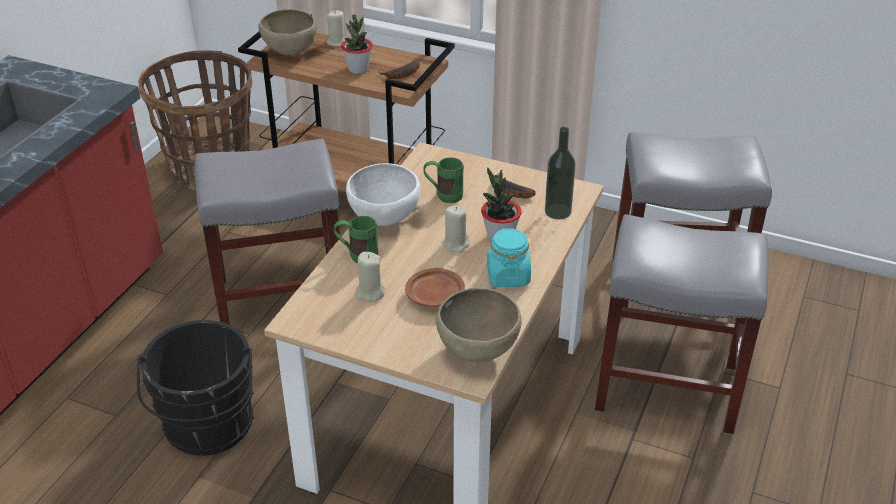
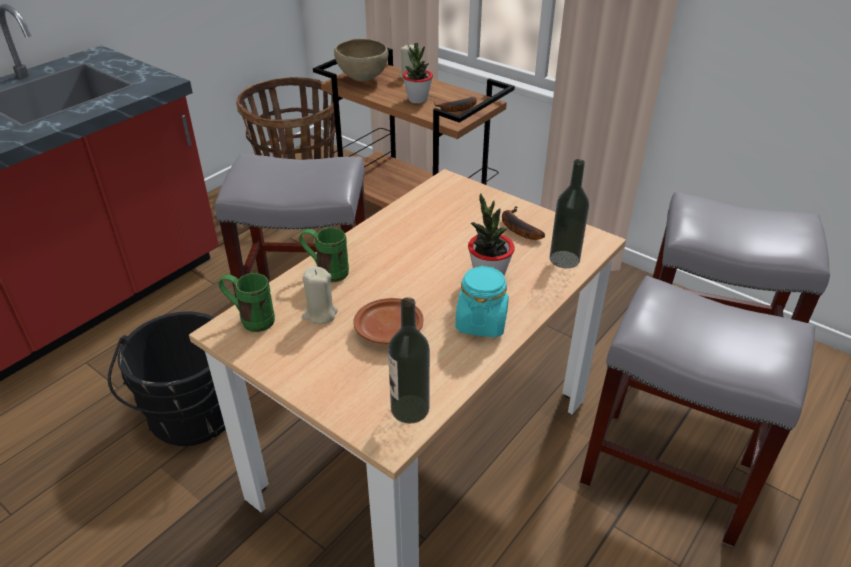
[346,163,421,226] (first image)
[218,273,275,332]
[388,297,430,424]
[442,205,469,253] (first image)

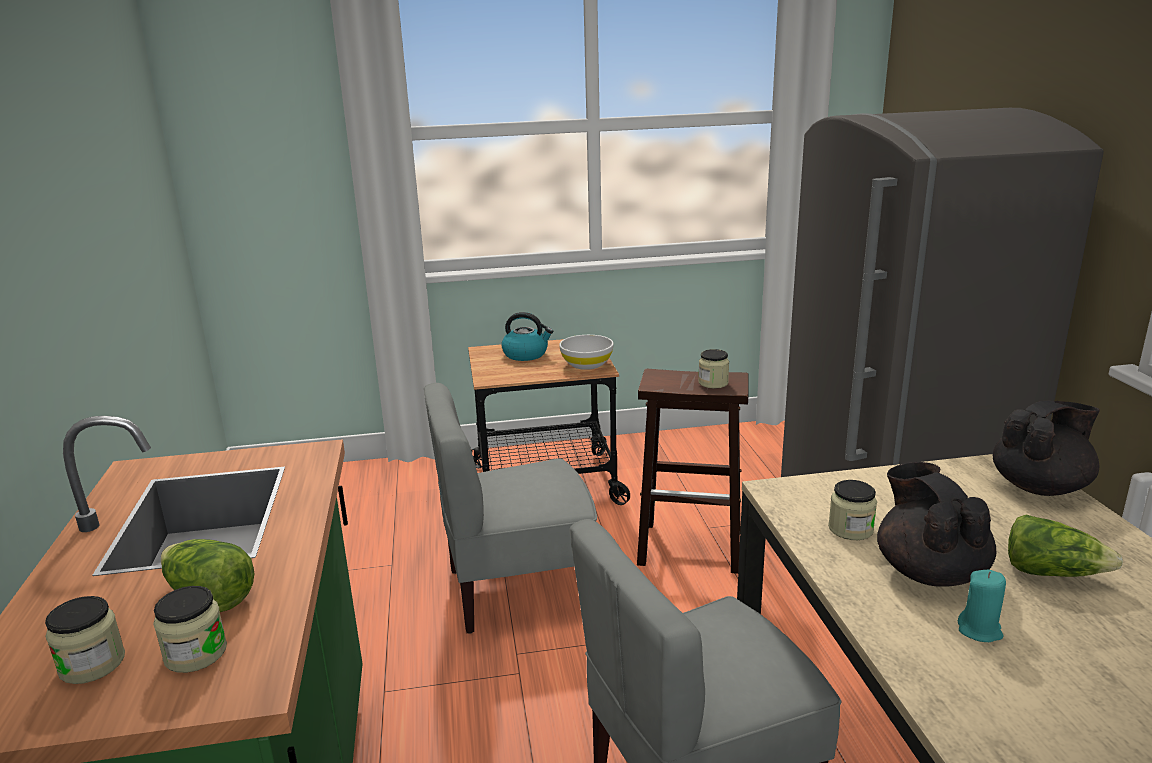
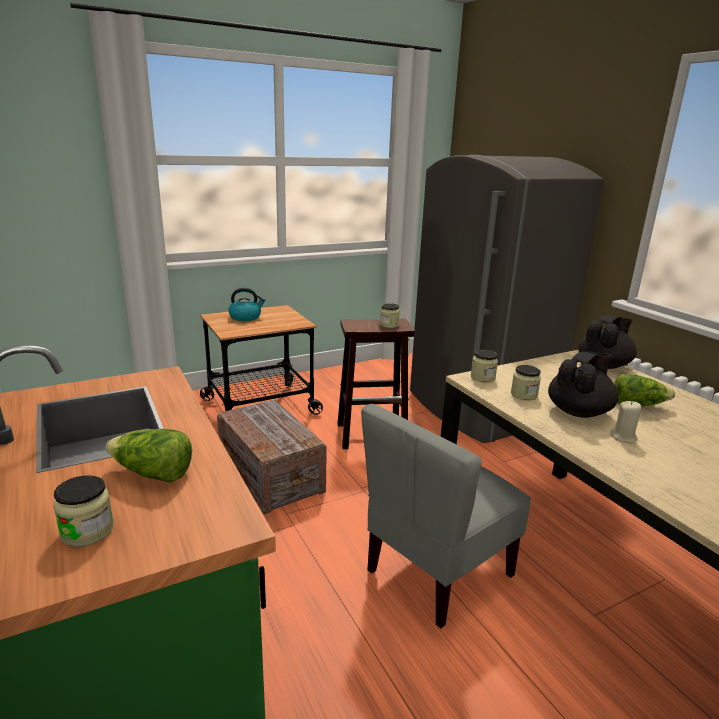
[471,349,498,382]
[217,399,327,515]
[559,335,614,370] (first image)
[548,351,618,418]
[610,401,641,443]

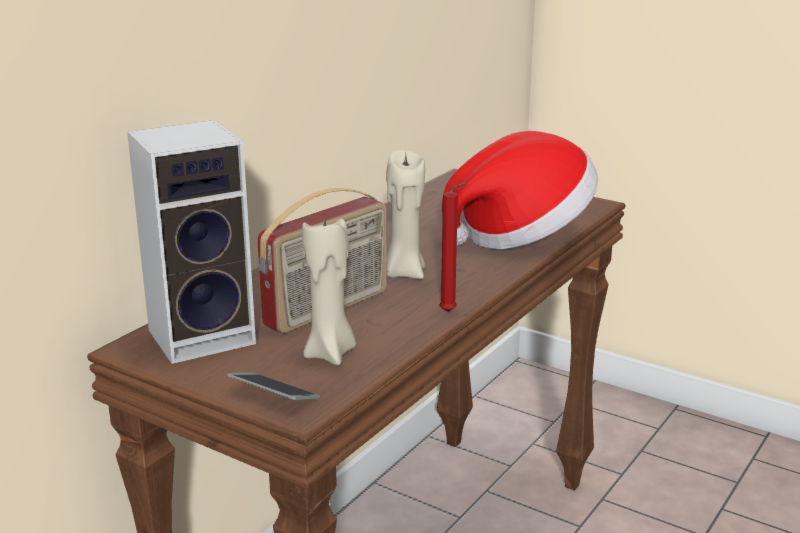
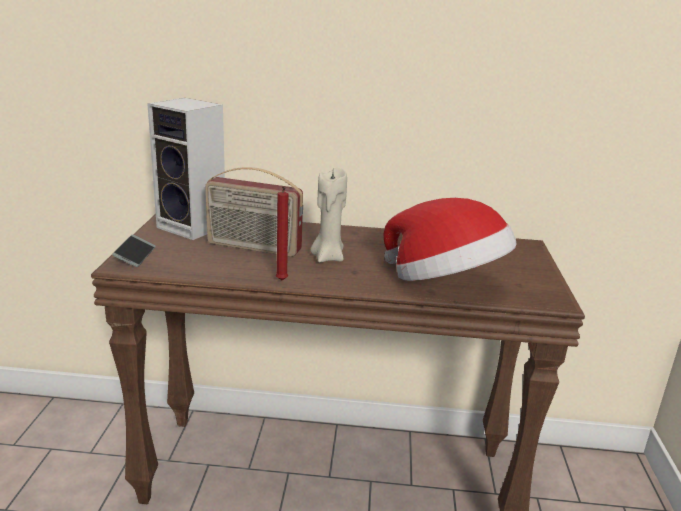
[302,213,356,365] (first image)

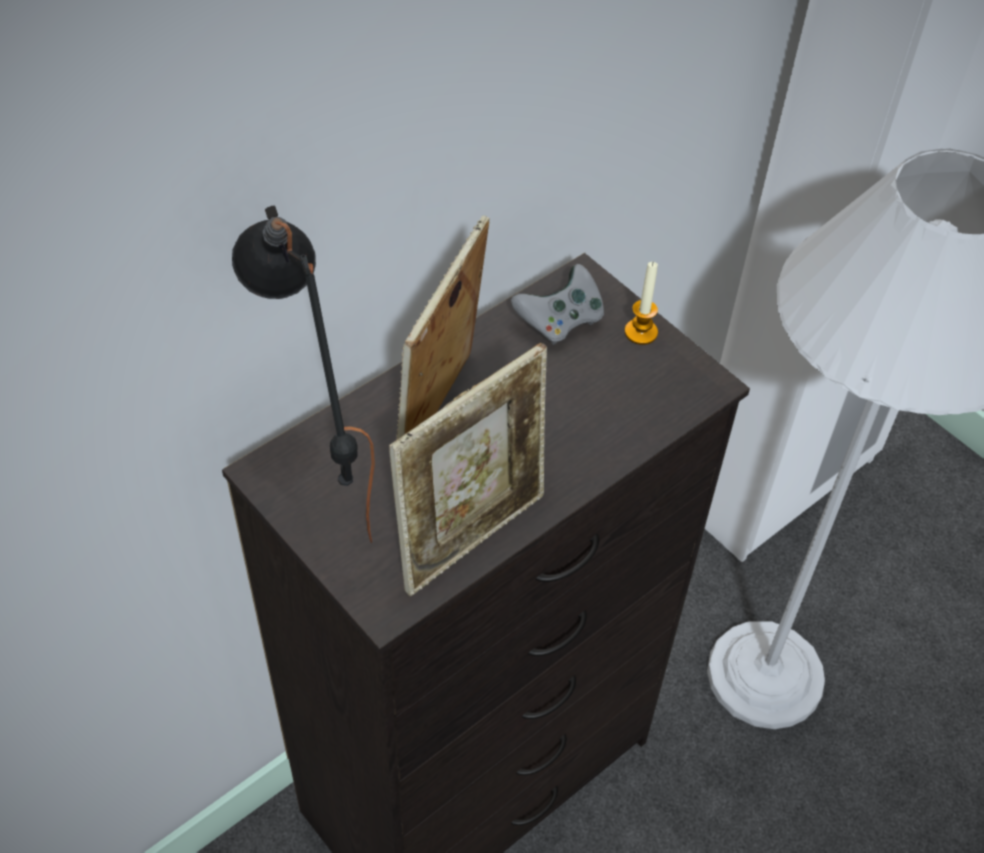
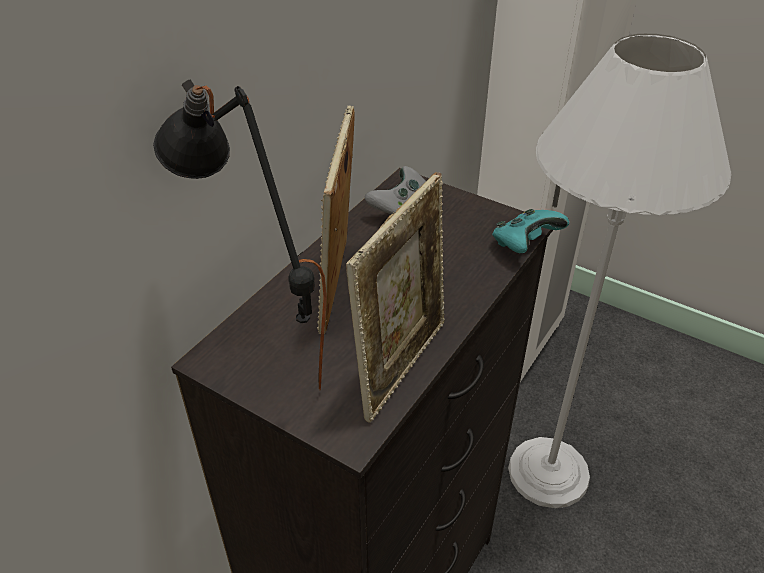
[625,262,658,345] (first image)
[492,209,569,253]

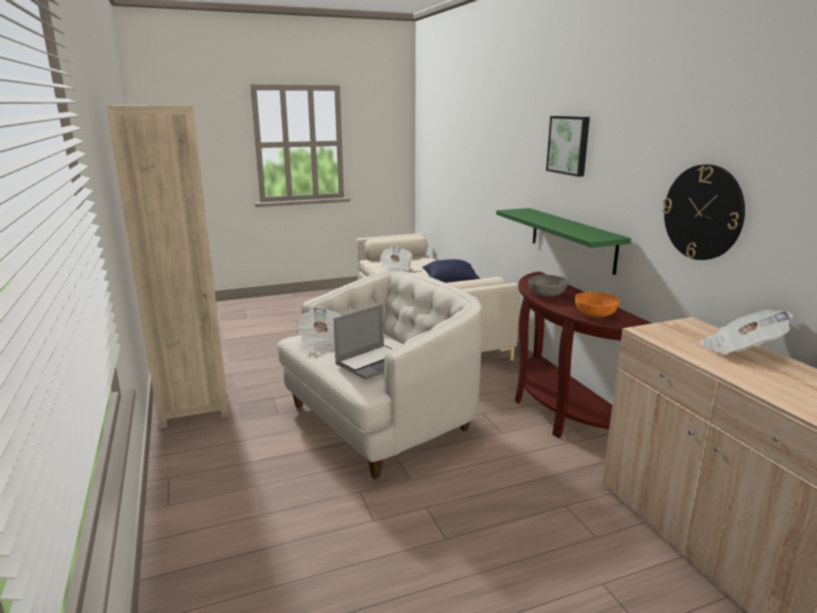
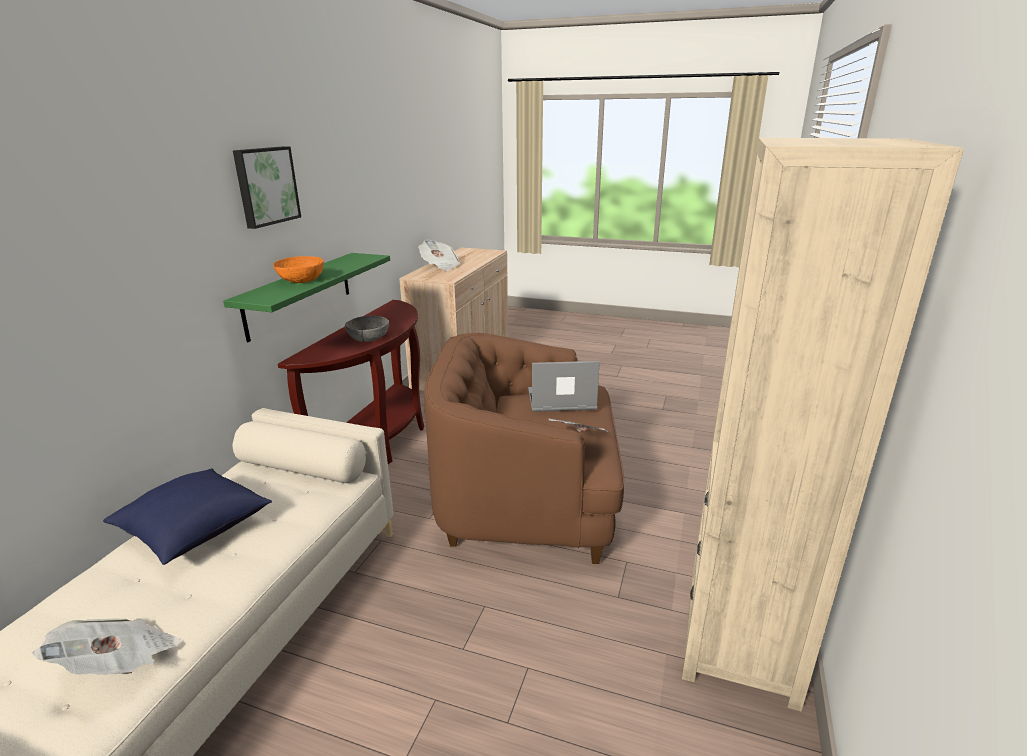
[424,333,624,564]
[273,256,324,283]
[662,164,745,260] (first image)

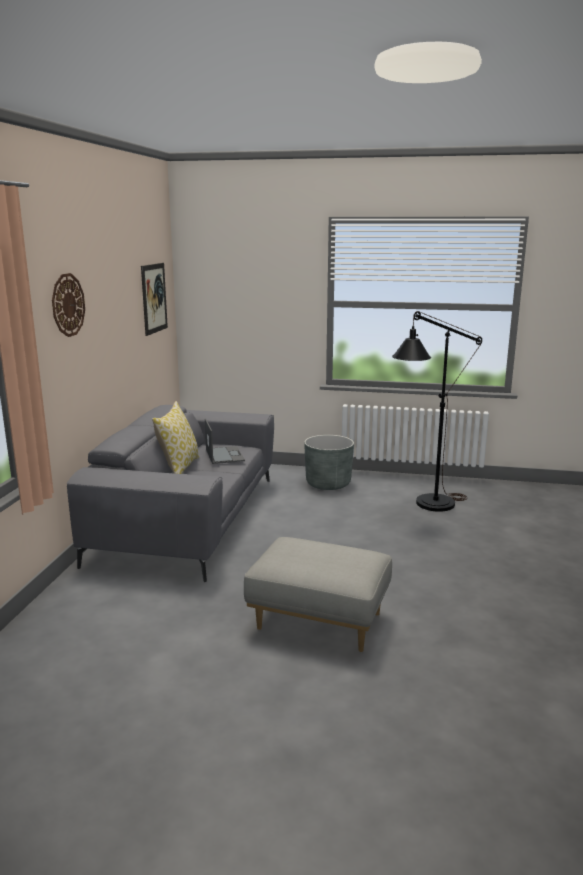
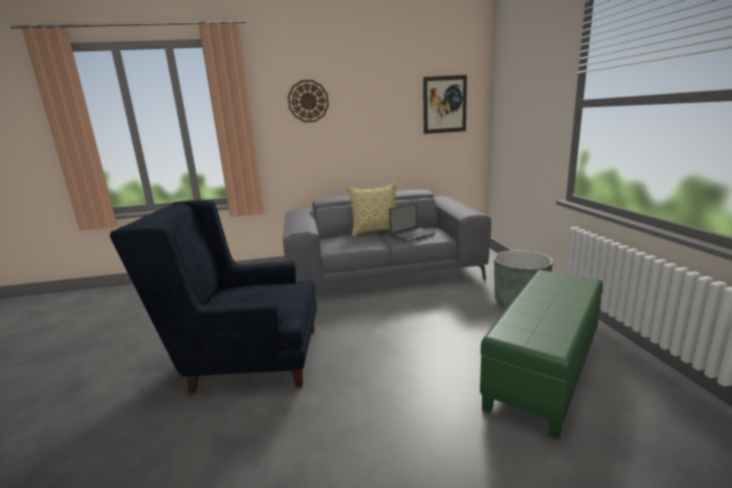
[110,200,317,393]
[480,270,603,439]

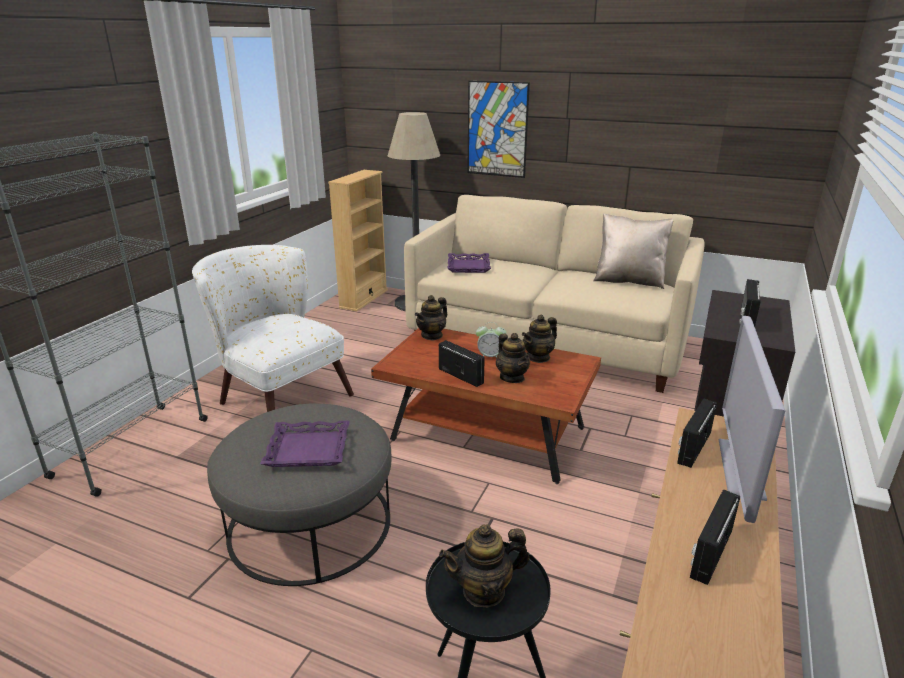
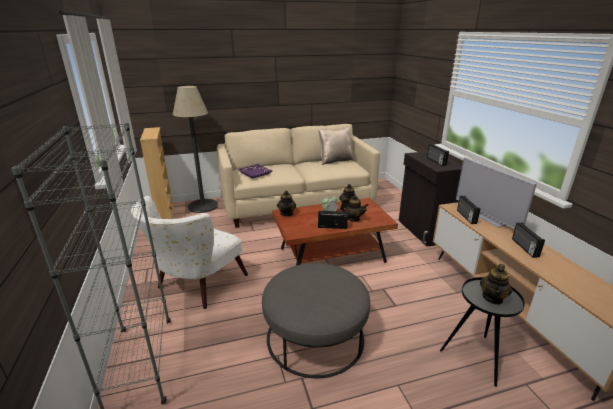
[131,196,248,309]
[260,421,350,467] (first image)
[467,81,530,178] (first image)

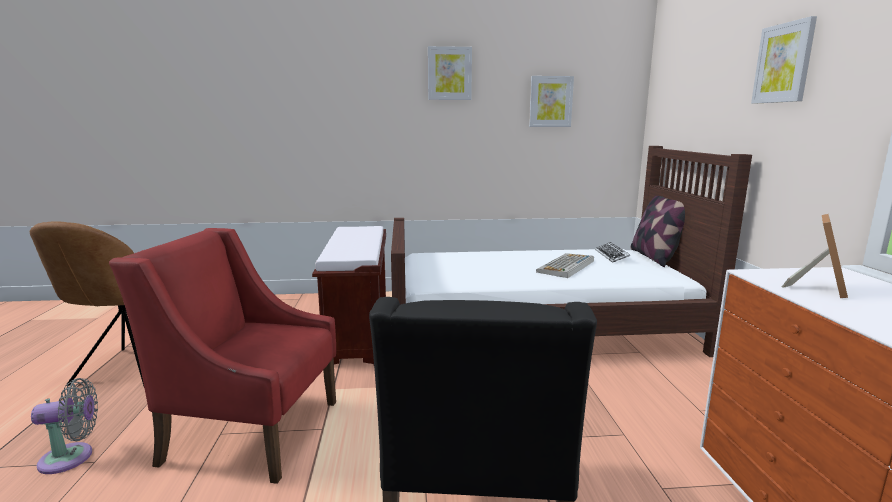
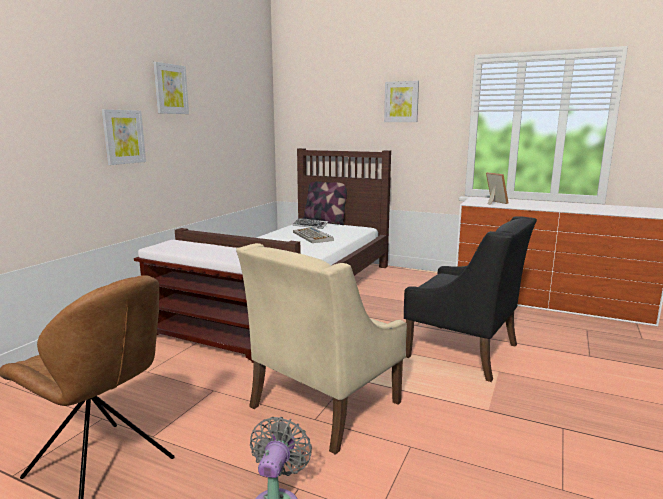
[236,243,407,455]
[101,109,146,165]

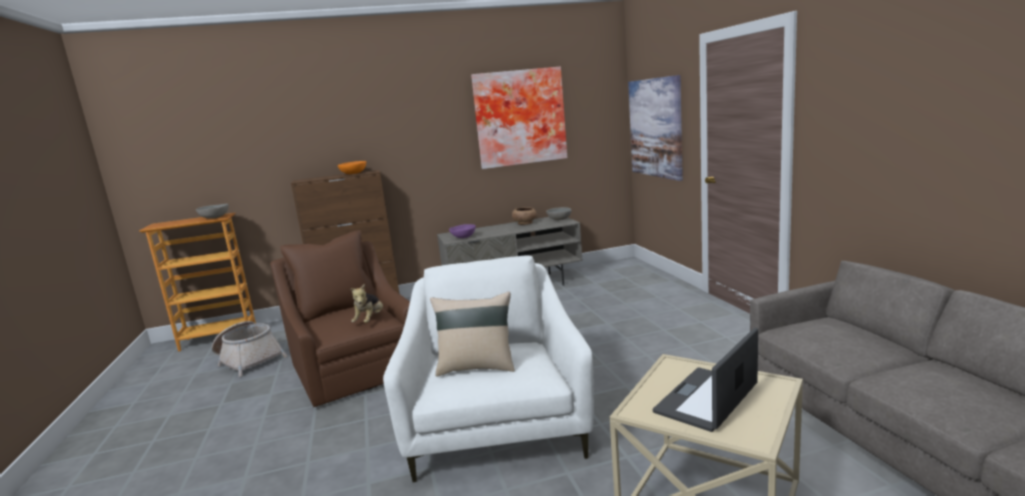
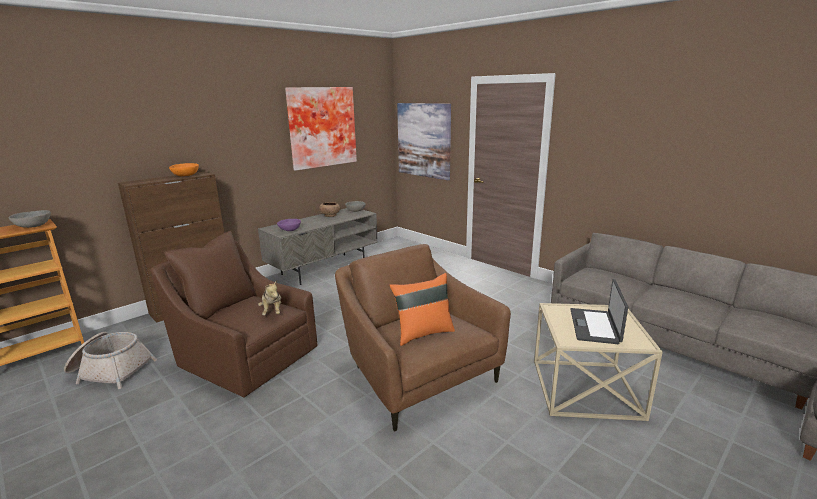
[335,244,511,431]
[389,273,455,346]

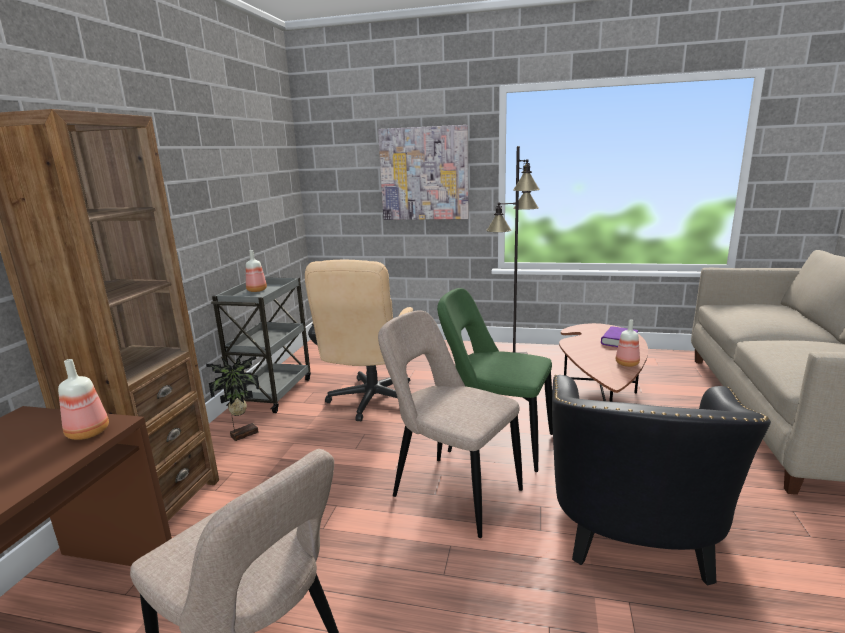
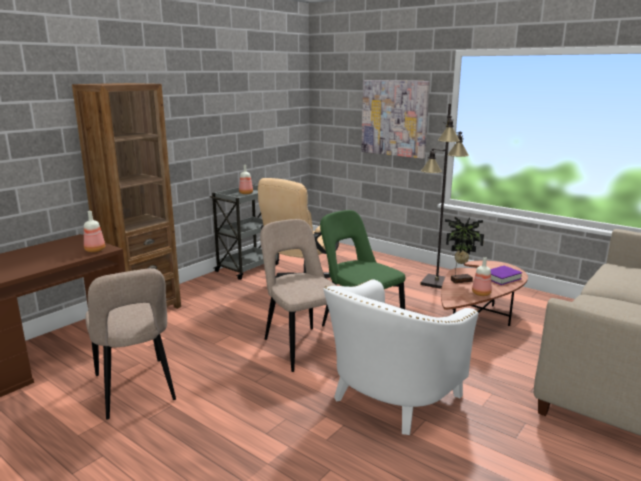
[445,217,484,284]
[323,279,478,435]

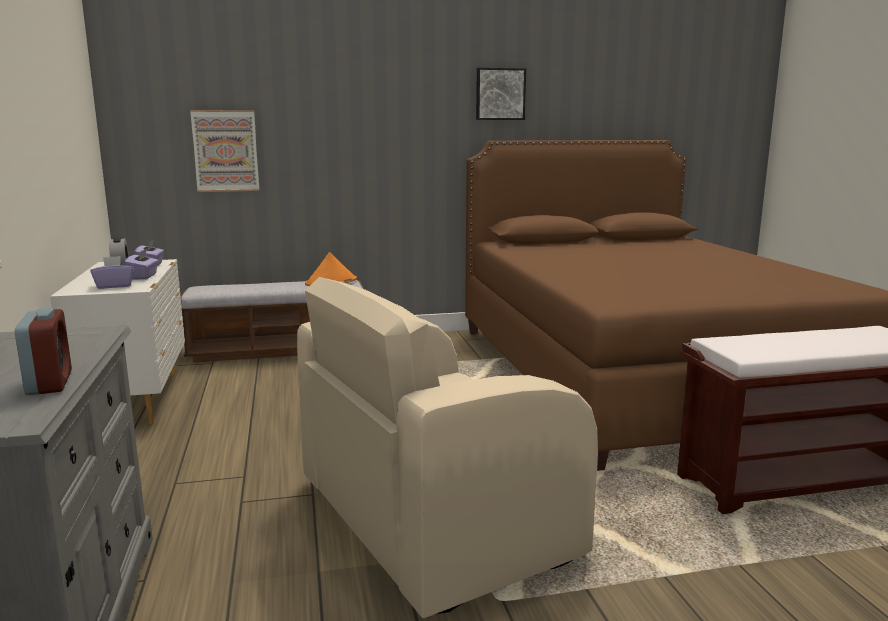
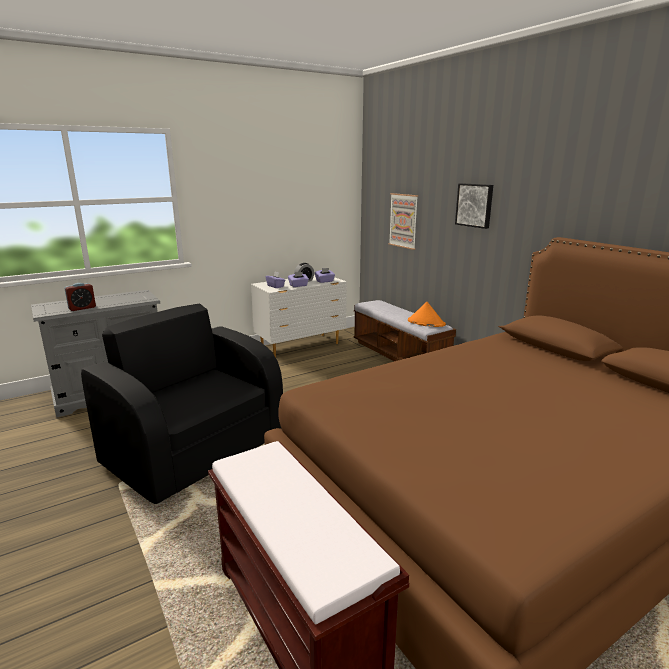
[81,303,283,504]
[455,183,493,229]

